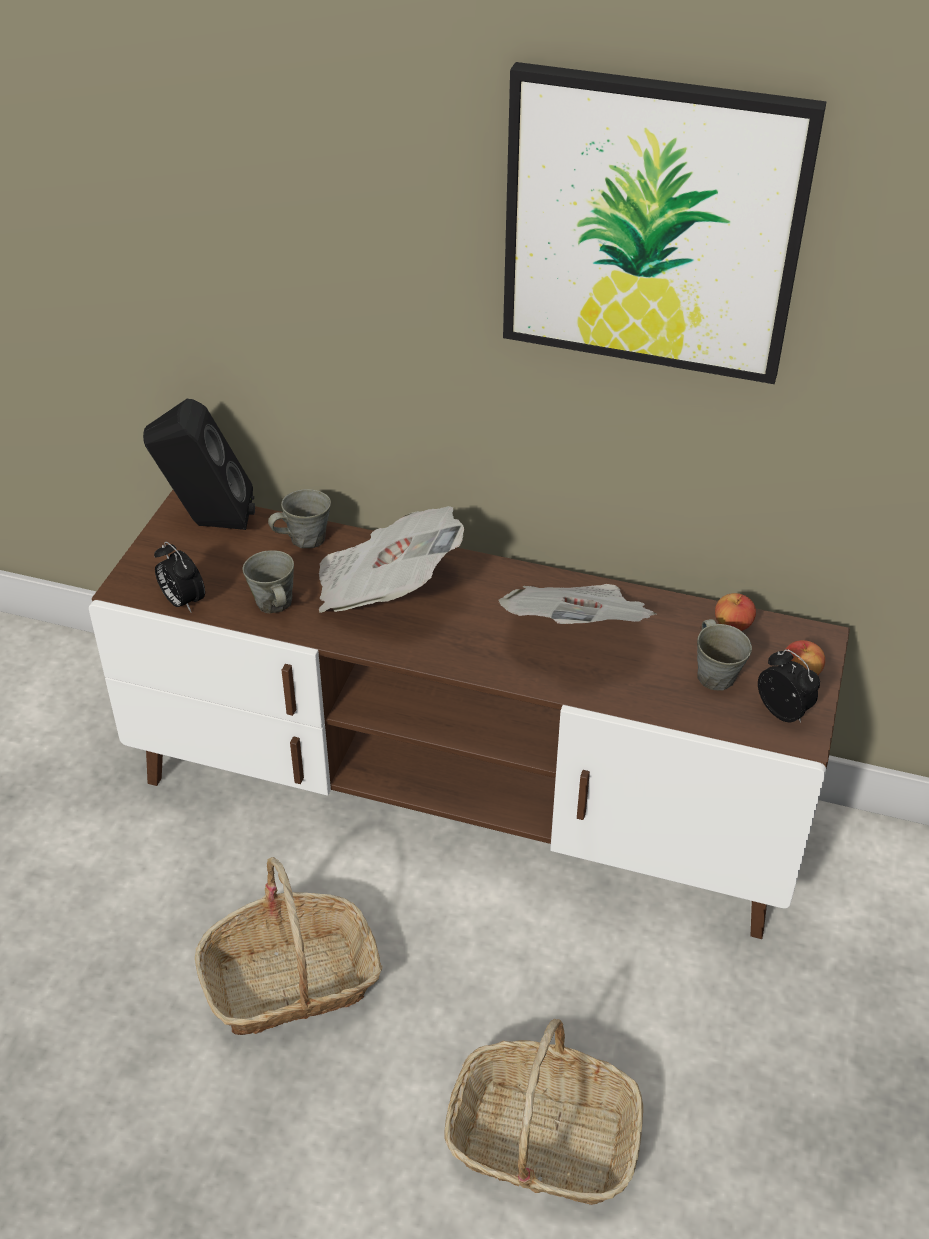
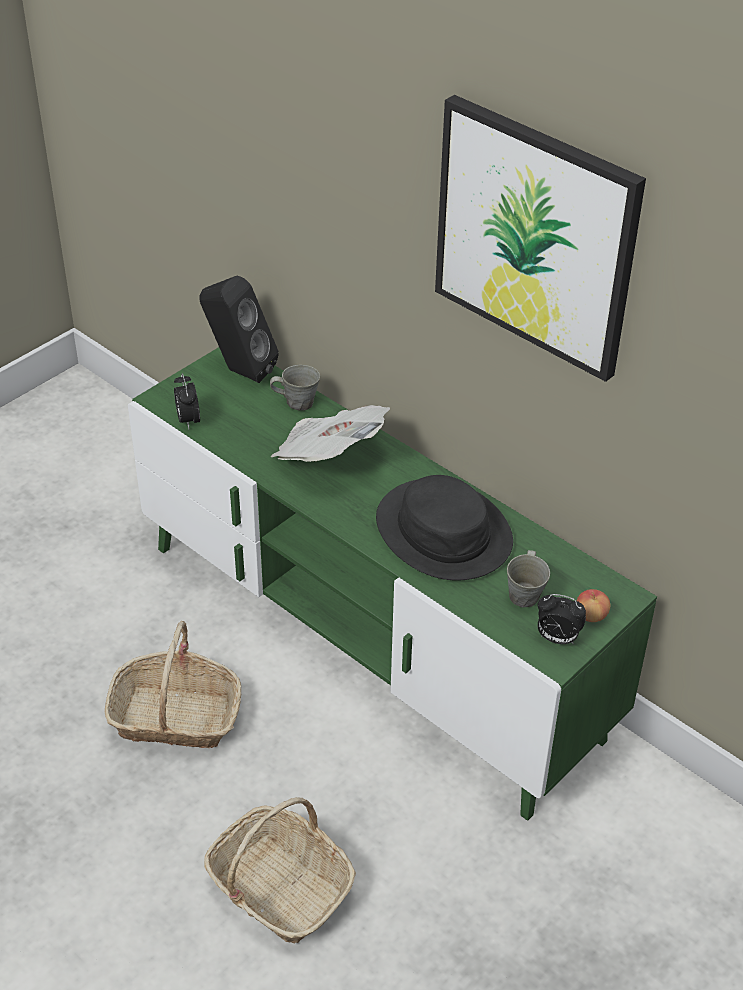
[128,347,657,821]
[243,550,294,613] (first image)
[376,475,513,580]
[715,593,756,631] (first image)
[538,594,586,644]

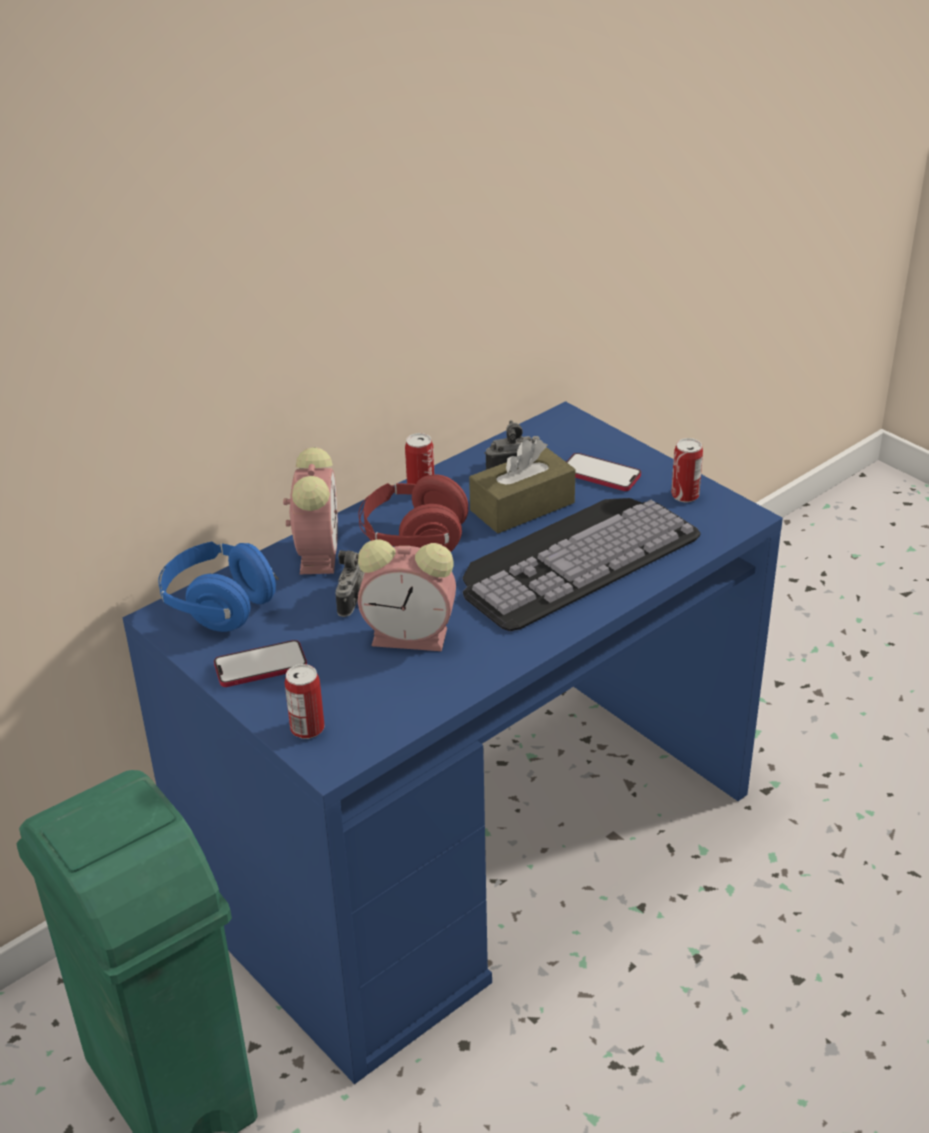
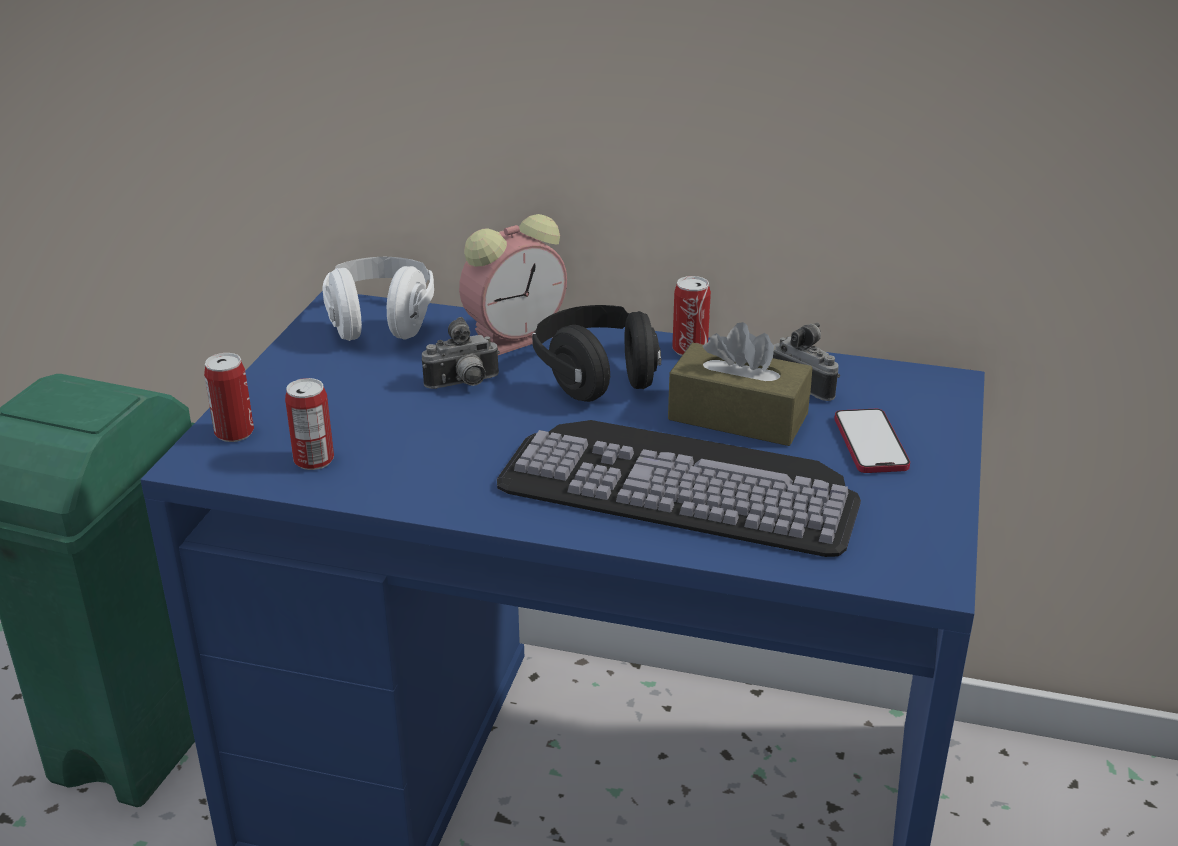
[322,257,434,341]
[214,640,307,687] (first image)
[358,539,456,651] (first image)
[532,305,662,402]
[285,378,334,470]

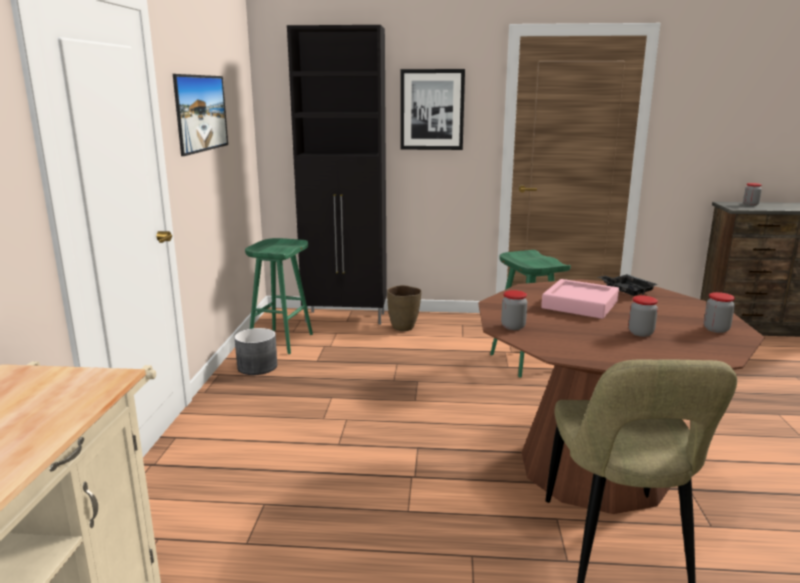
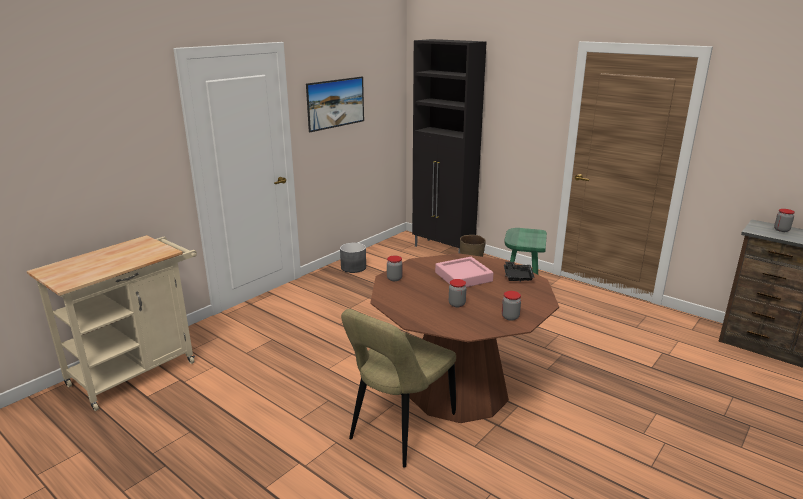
[245,238,313,354] (first image)
[401,69,465,150] (first image)

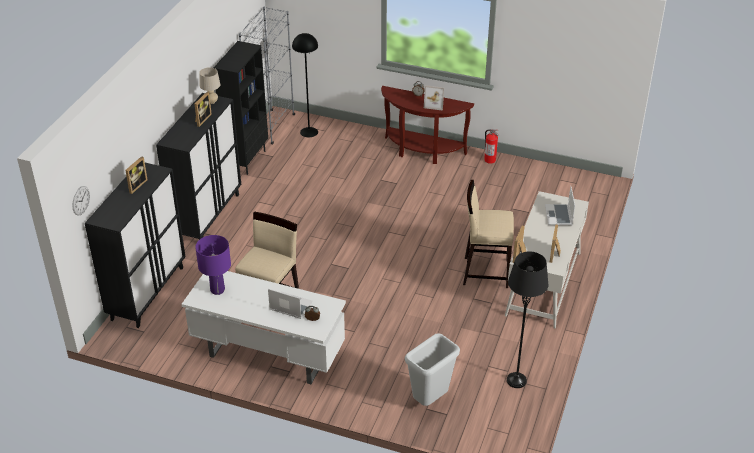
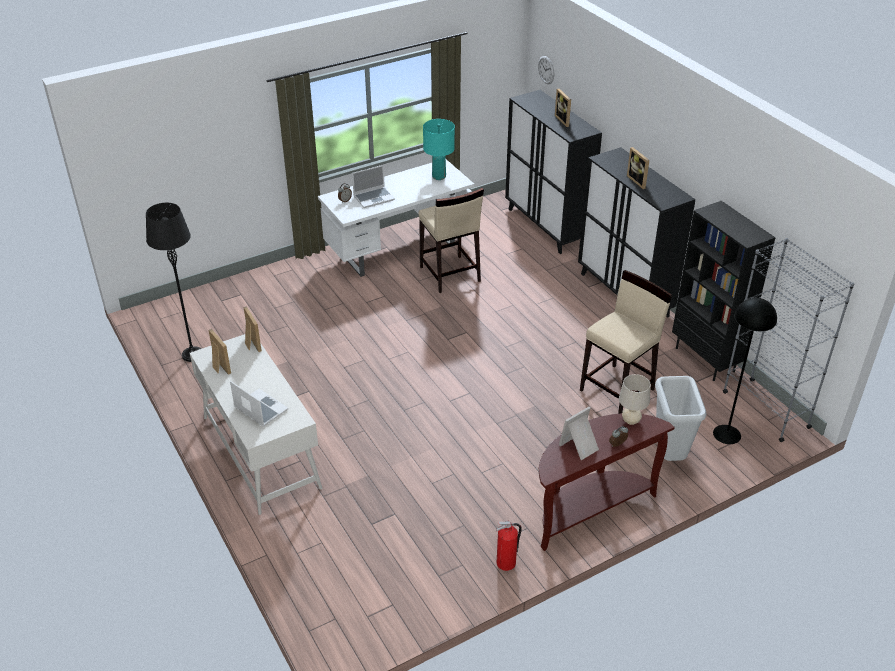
[423,119,455,180]
[619,374,651,425]
[655,376,707,461]
[580,270,672,414]

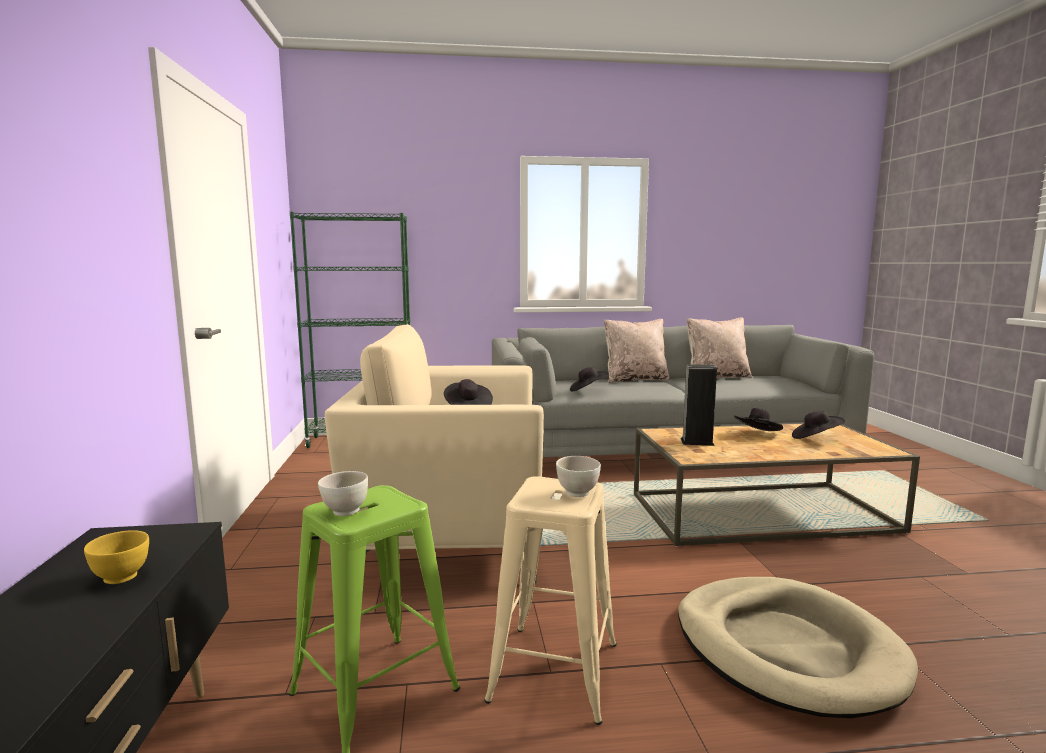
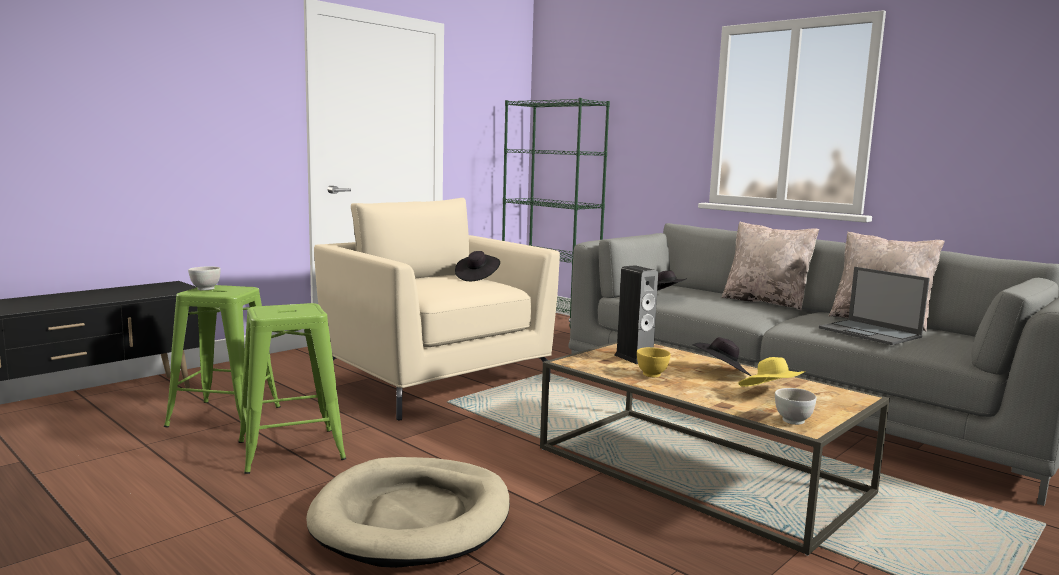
[637,347,671,377]
[238,303,346,474]
[775,388,816,425]
[738,357,806,387]
[819,267,930,345]

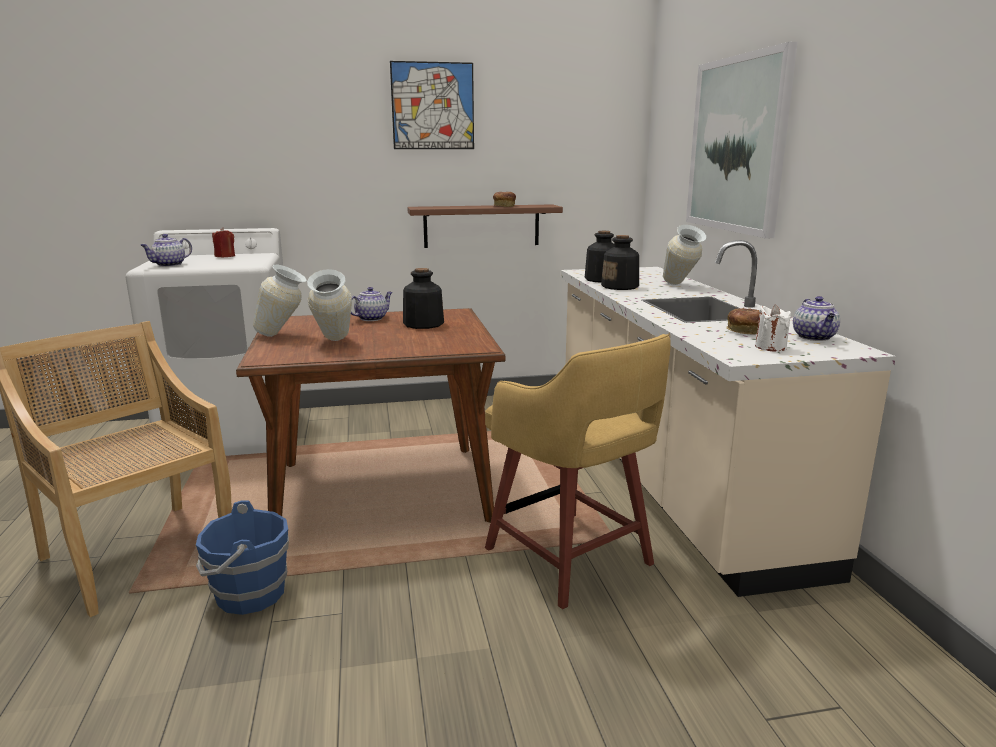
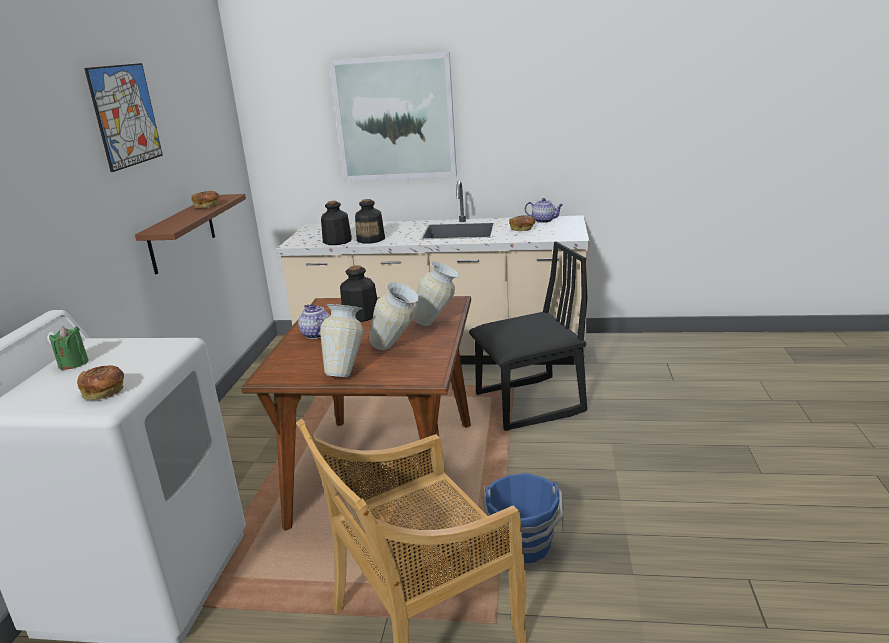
[77,365,124,400]
[49,326,89,370]
[469,242,588,431]
[413,262,460,326]
[755,305,791,351] (first image)

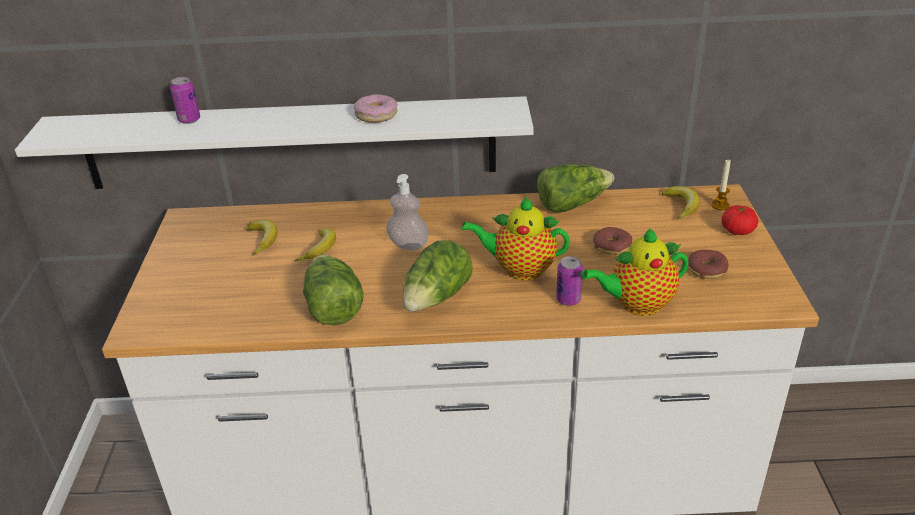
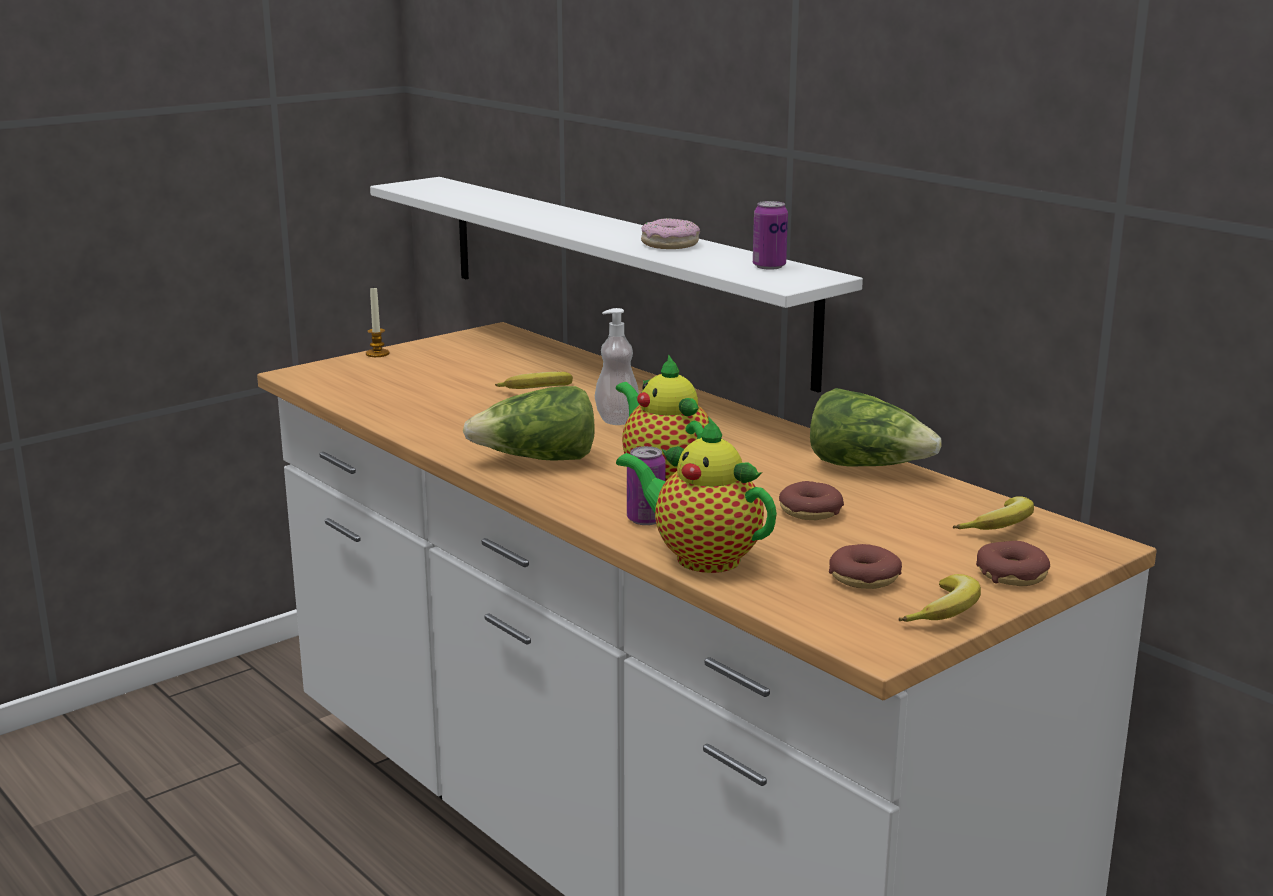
[753,201,788,270]
[898,574,981,622]
[303,254,363,325] (first image)
[366,286,390,357]
[976,541,1050,586]

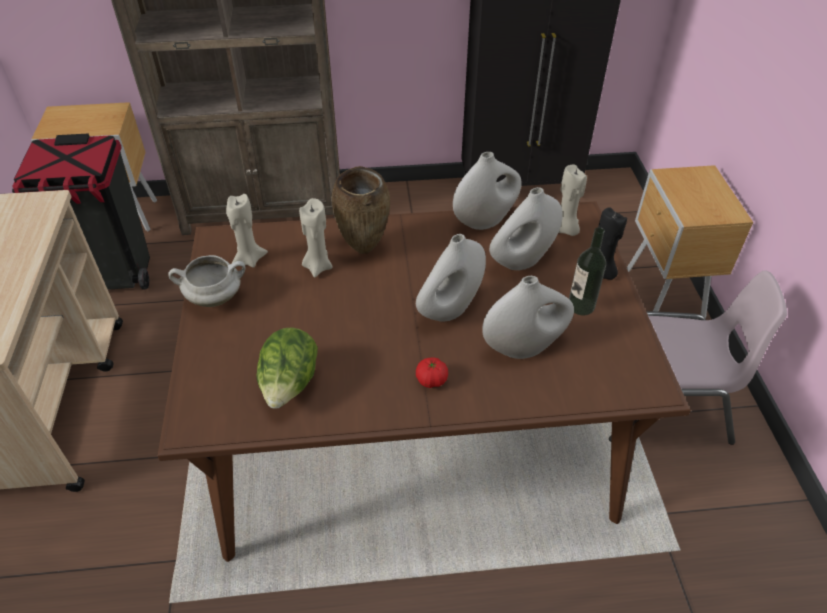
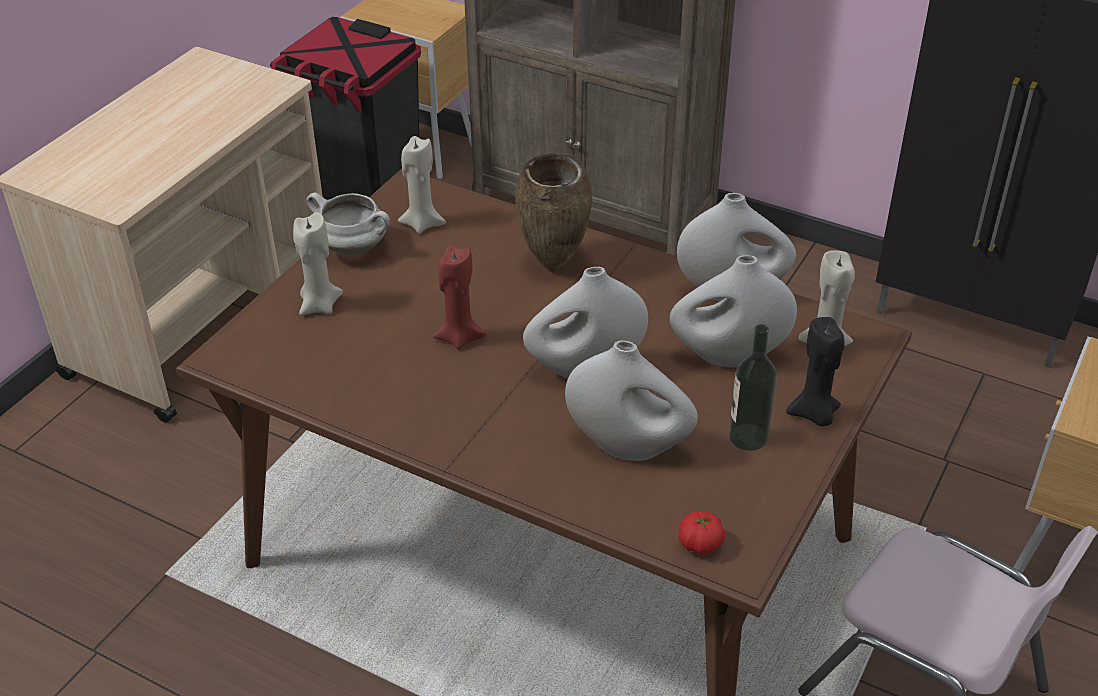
[256,327,318,409] (first image)
[293,212,343,315]
[678,511,725,554]
[433,245,487,350]

